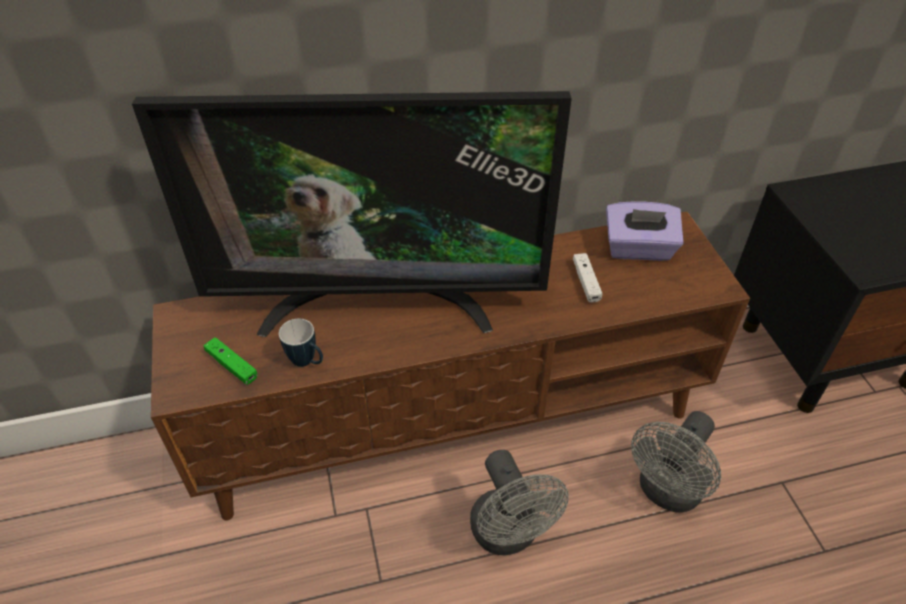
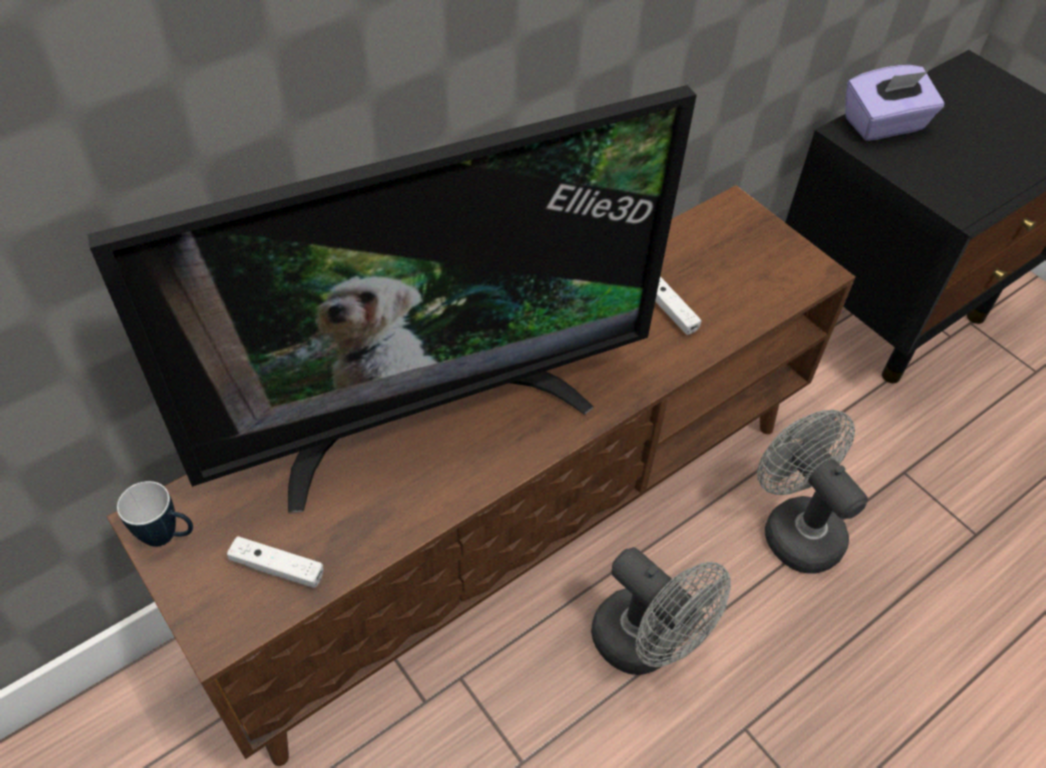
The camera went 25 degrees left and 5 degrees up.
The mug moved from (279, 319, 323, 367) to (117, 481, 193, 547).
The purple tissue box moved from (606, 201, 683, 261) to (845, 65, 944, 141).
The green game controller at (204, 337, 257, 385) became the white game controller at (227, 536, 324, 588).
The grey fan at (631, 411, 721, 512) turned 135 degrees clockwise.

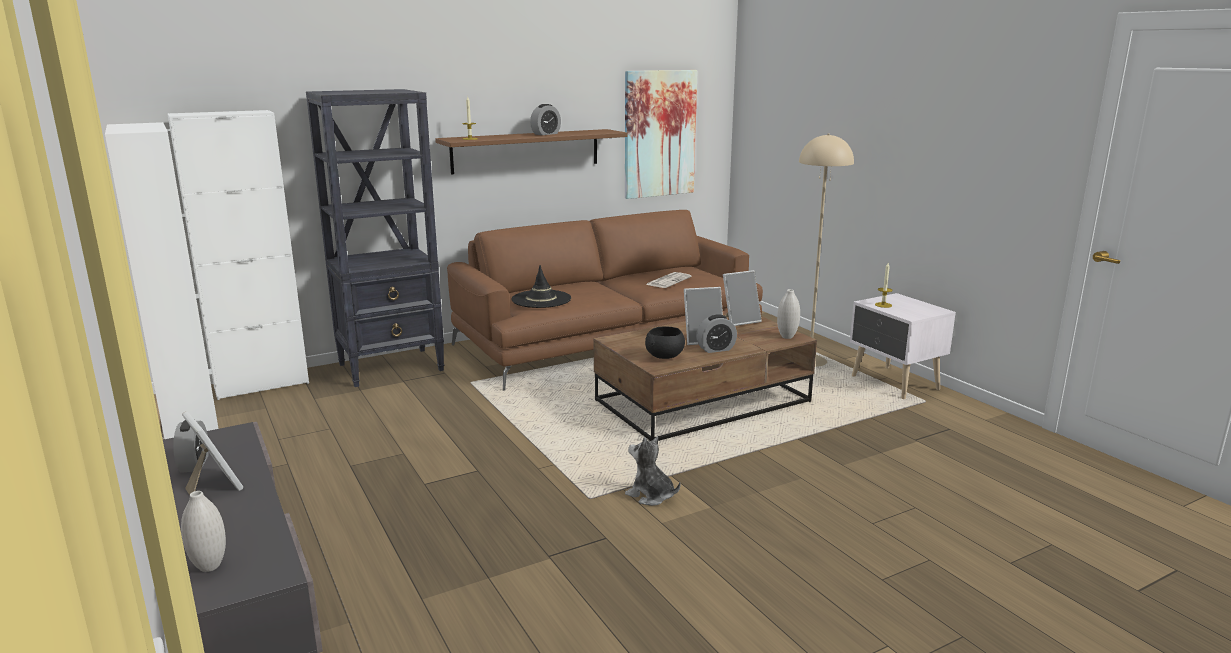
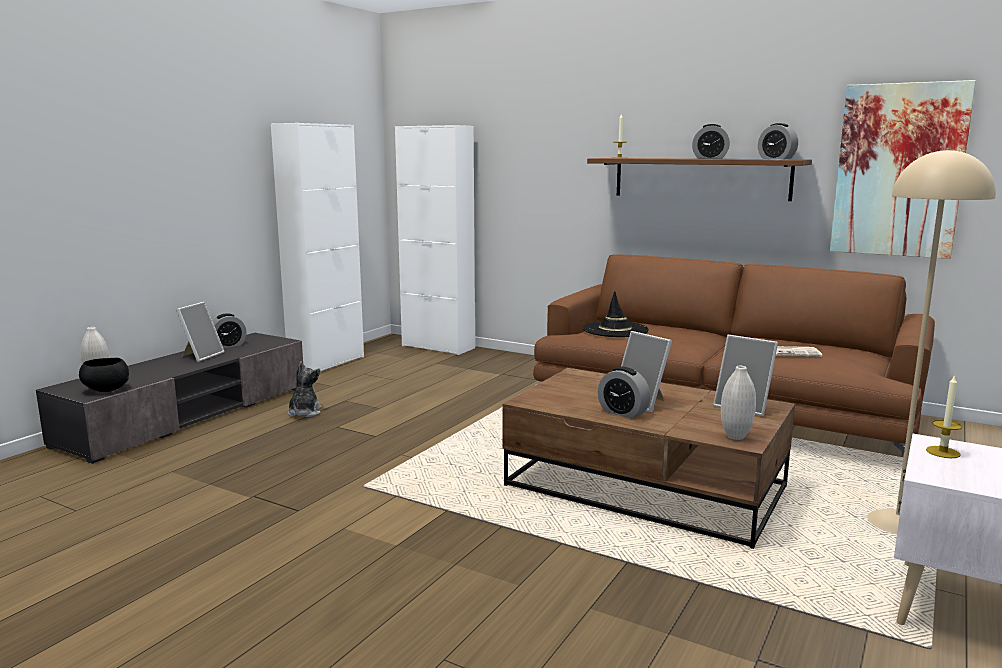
The camera went 60 degrees right and 5 degrees down.
The black bookcase at (306, 89, 445, 387) disappeared.
The alarm clock at (758, 123, 798, 159) appeared.
The plush toy moved from (625, 436, 681, 506) to (287, 361, 322, 417).
The black bowl moved from (645, 327, 685, 359) to (79, 358, 129, 392).

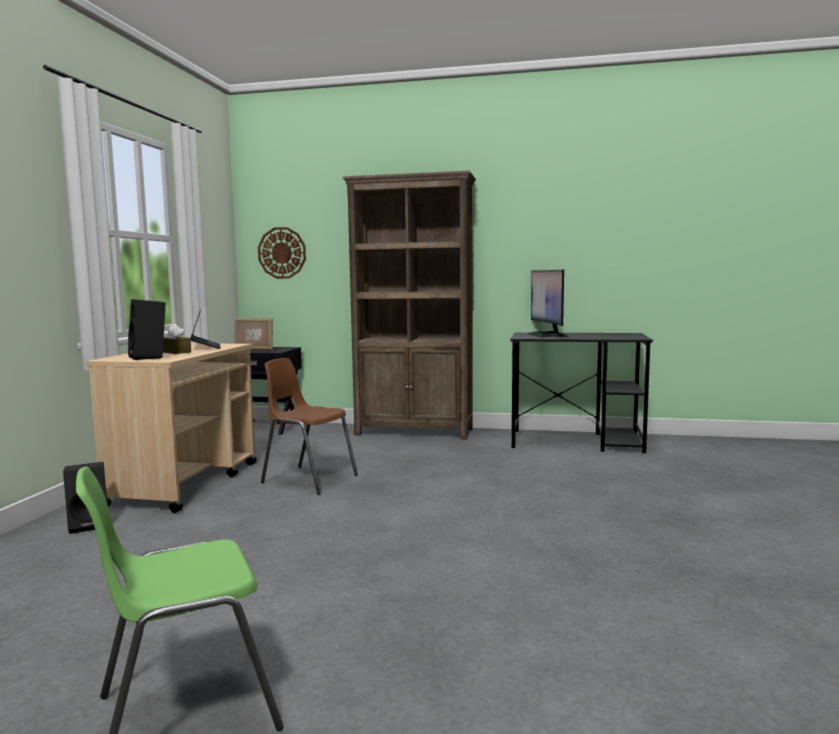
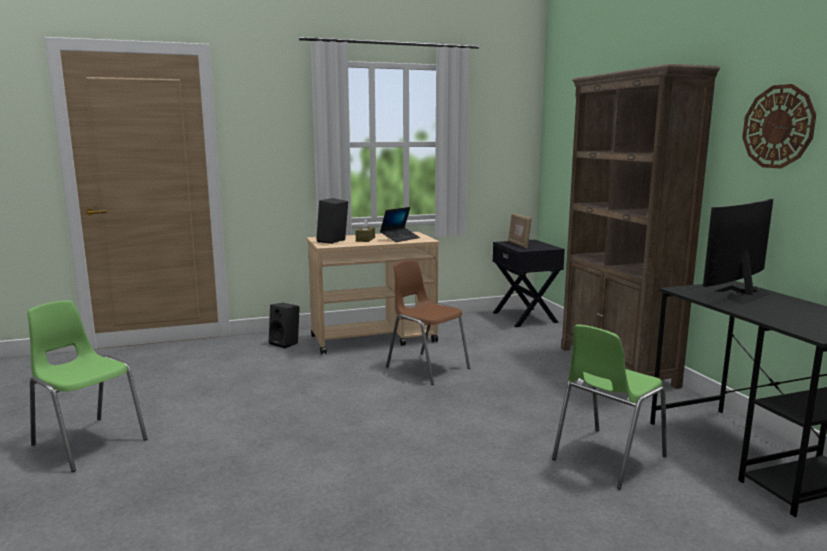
The camera went 60 degrees right and 5 degrees up.
The green chair at (552, 324, 667, 489) appeared.
The wall clock moved from (258, 227, 306, 279) to (742, 84, 816, 169).
The brown chair at (261, 358, 358, 495) turned 45 degrees counterclockwise.

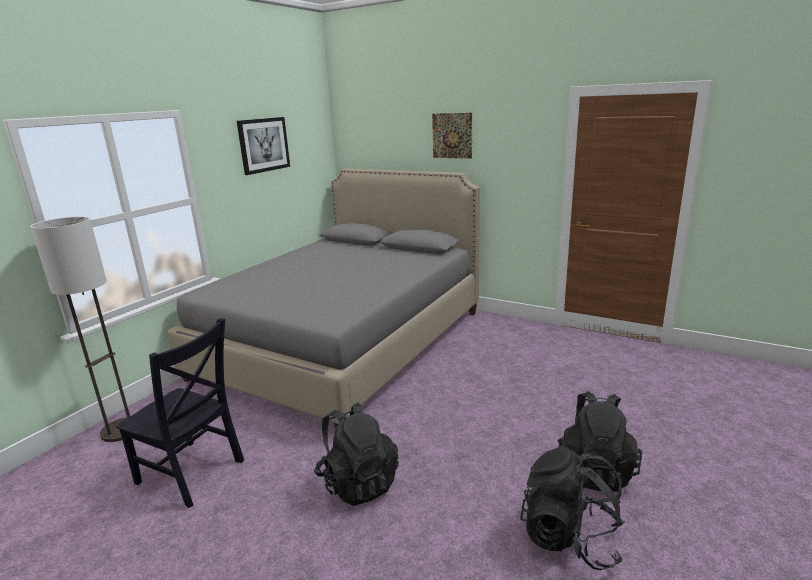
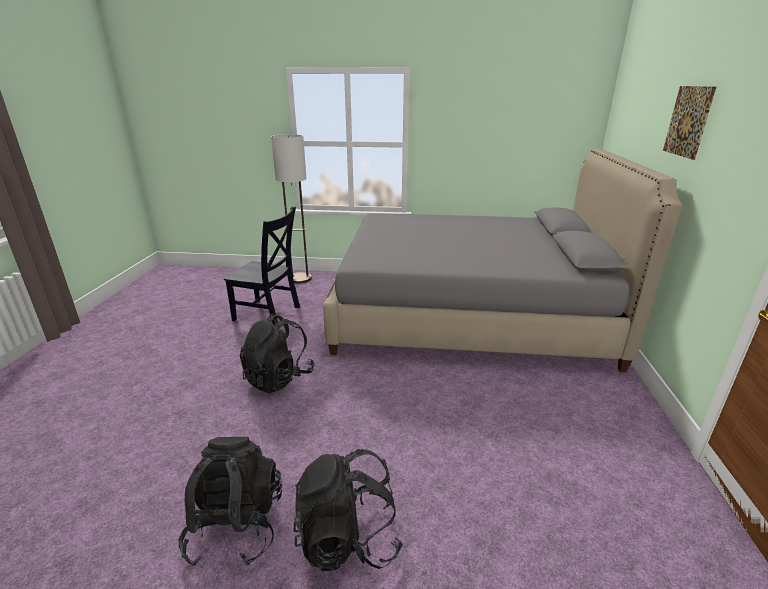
The camera went 65 degrees right and 5 degrees up.
The picture at (237, 117, 290, 175) disappeared.
The black chair at (116, 318, 244, 508) turned 75 degrees counterclockwise.

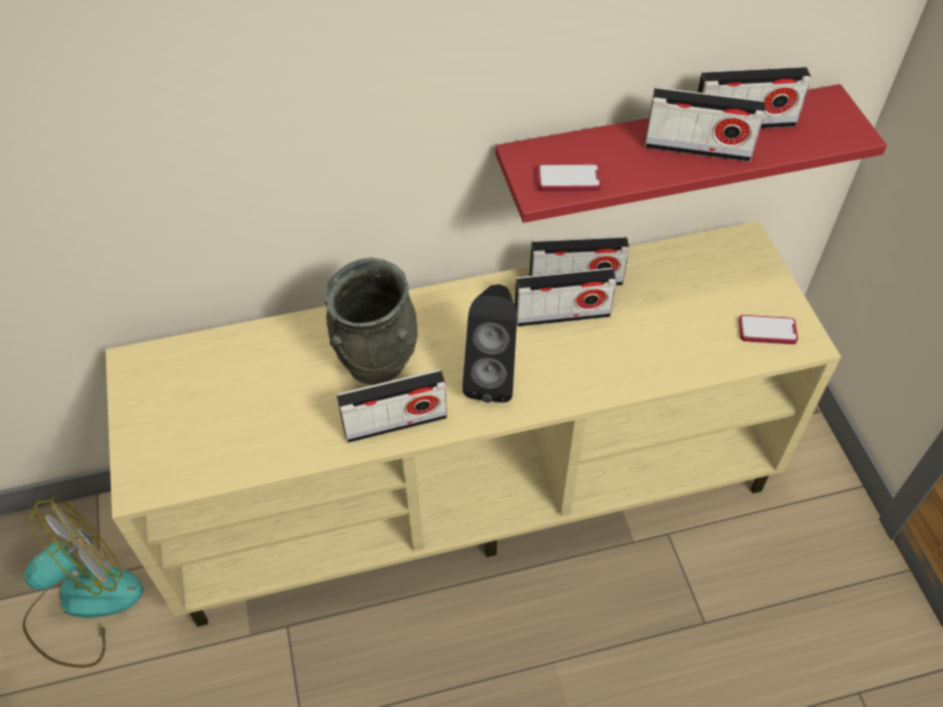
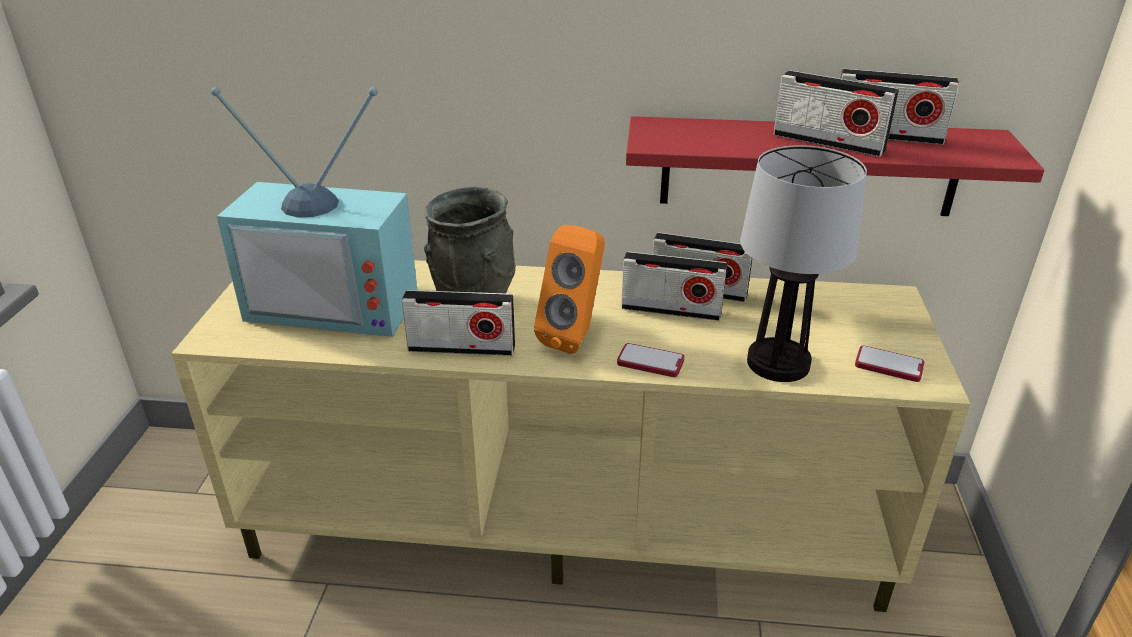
The camera went 20 degrees right and 20 degrees down.
The fan at (23, 497, 143, 668) disappeared.
The television at (211, 87, 417, 337) appeared.
The table lamp at (740, 145, 867, 382) appeared.
The phone moved from (537, 164, 602, 192) to (617, 343, 684, 377).
The black speaker at (462, 284, 517, 403) became the orange speaker at (534, 225, 605, 354).

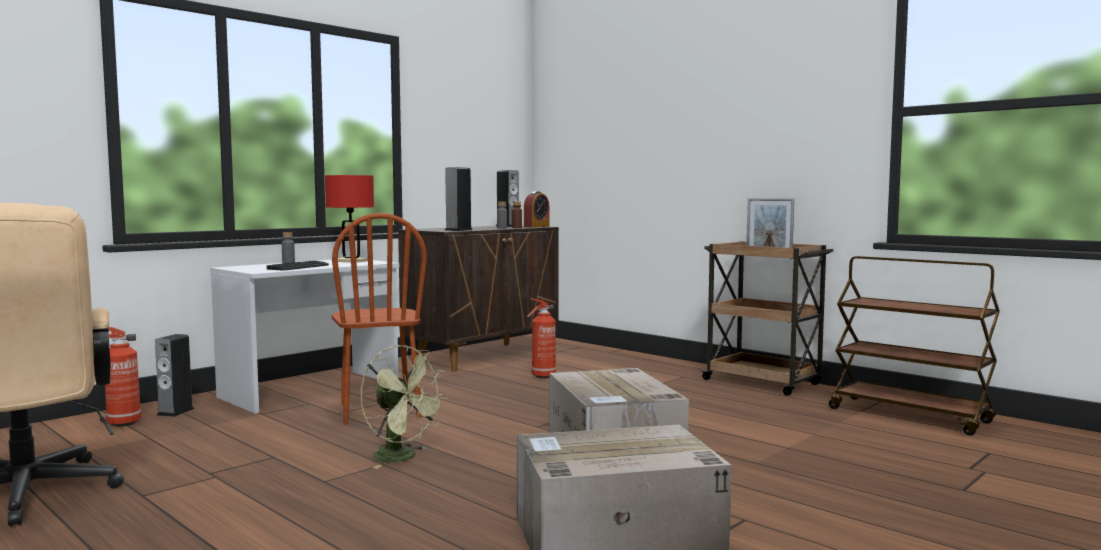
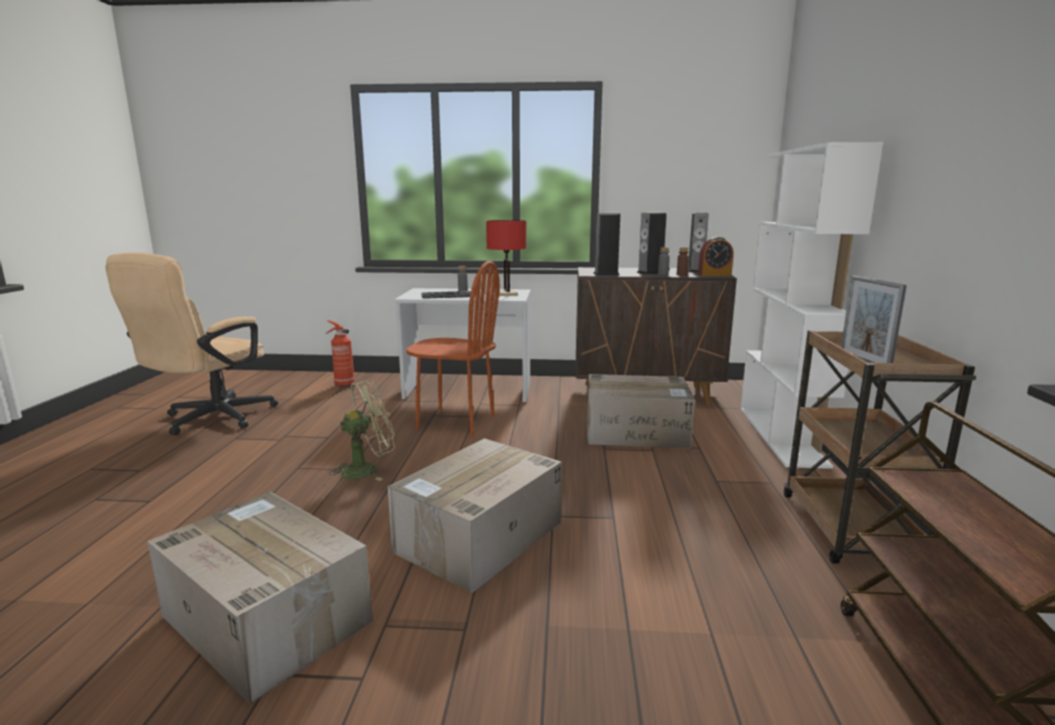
The camera went 50 degrees right and 10 degrees up.
The white bookcase at (740, 142, 883, 469) appeared.
The speaker moved from (155, 334, 195, 417) to (637, 212, 667, 275).
The fire extinguisher at (527, 298, 556, 378) was replaced by the cardboard box at (587, 374, 695, 449).
The brown chair at (332, 213, 427, 424) turned 105 degrees counterclockwise.
The green fan at (361, 345, 448, 469) turned 120 degrees counterclockwise.

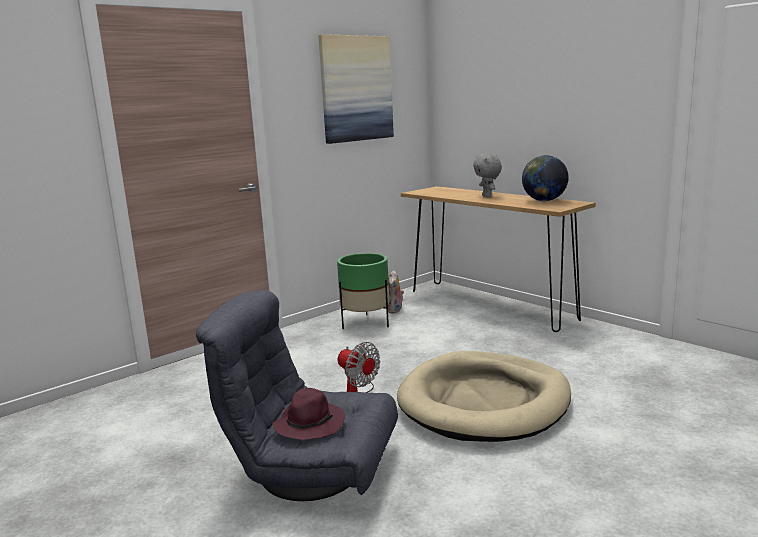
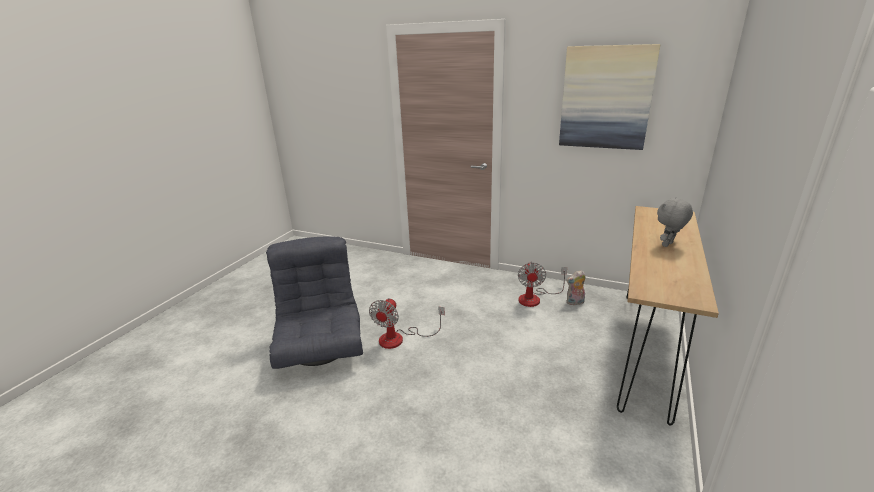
The camera went 65 degrees right and 10 degrees up.
The purple hat at (272, 388, 345, 440) disappeared.
The beige dog bed at (397, 351, 571, 442) disappeared.
The globe at (522, 155, 569, 201) disappeared.
The green planter at (337, 253, 390, 329) was replaced by the fan at (518, 262, 567, 307).

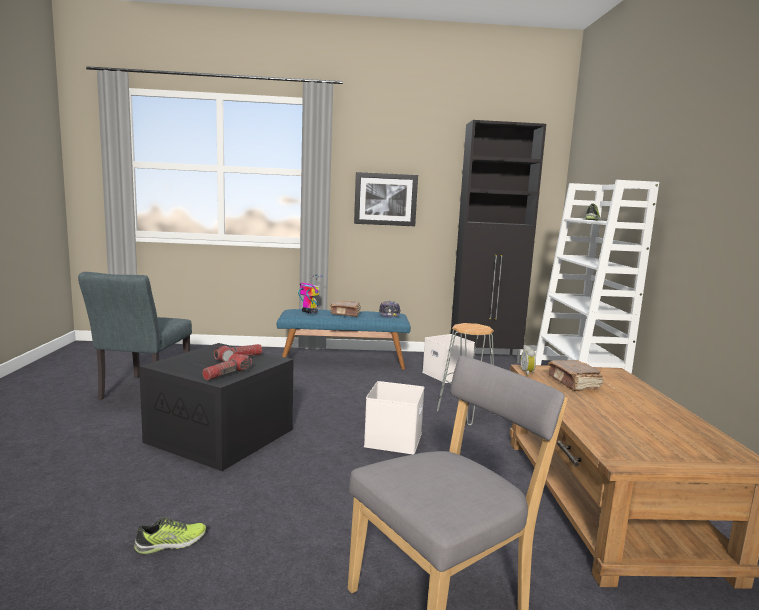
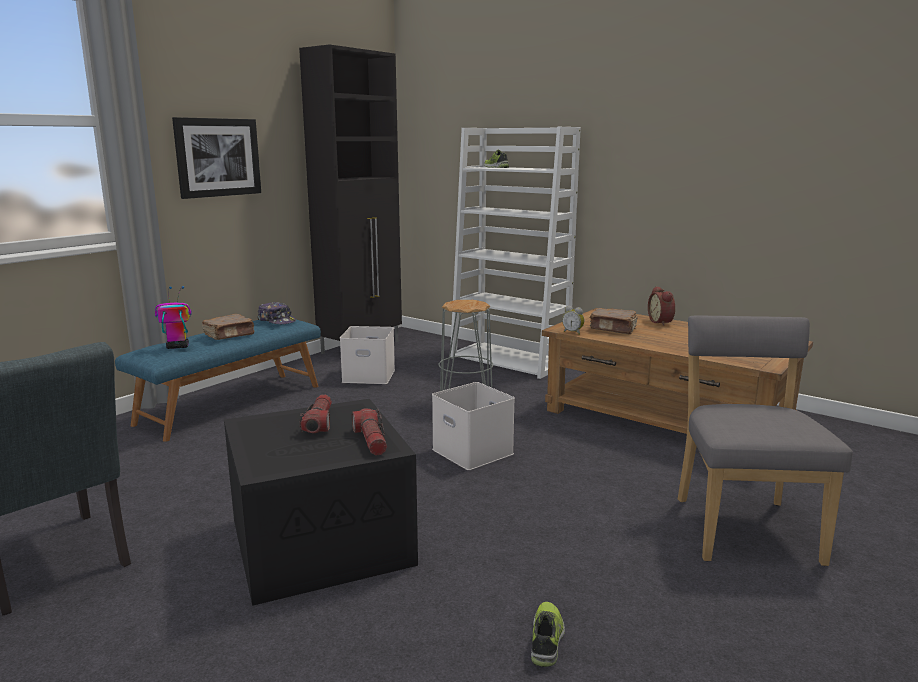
The camera went 50 degrees left and 5 degrees up.
The alarm clock at (648, 286, 675, 326) appeared.

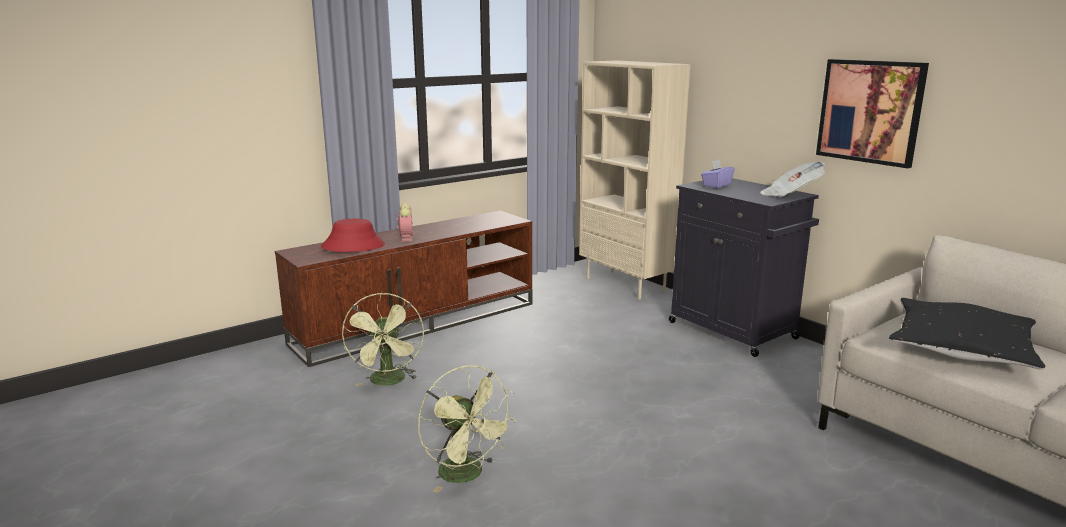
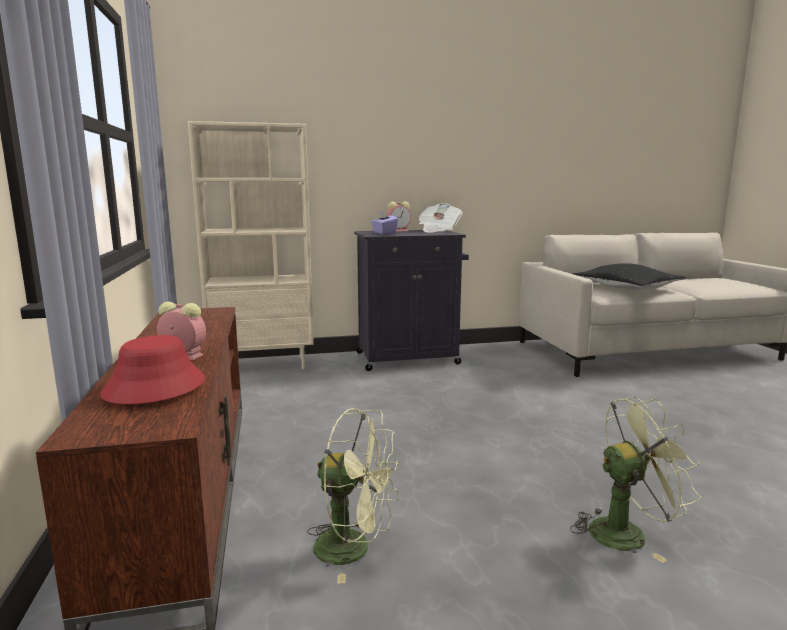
The camera went 65 degrees left and 5 degrees down.
The picture at (816, 59, 929, 168) disappeared.
The alarm clock at (386, 201, 411, 232) appeared.

